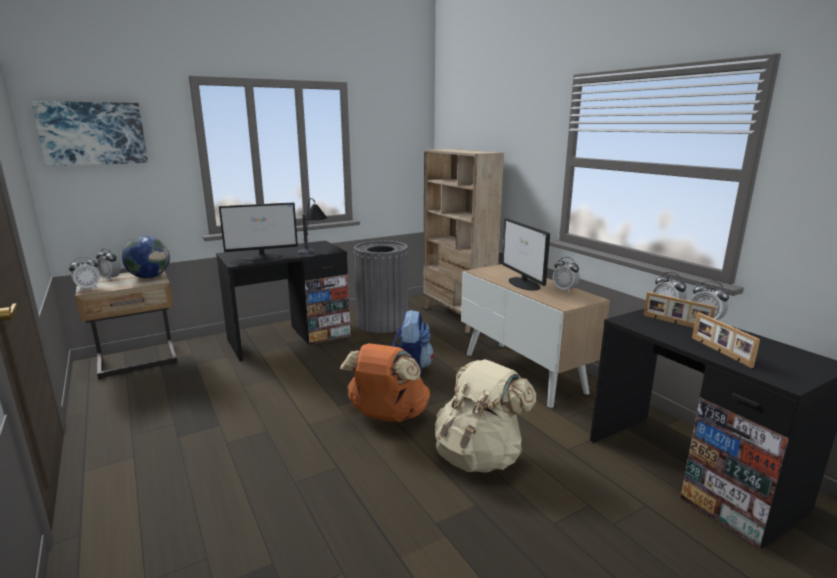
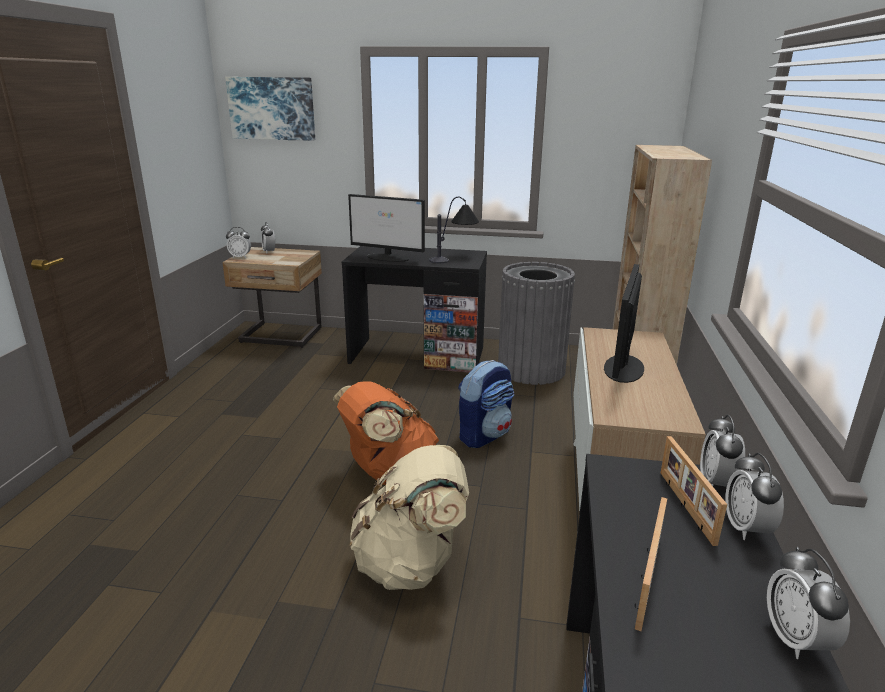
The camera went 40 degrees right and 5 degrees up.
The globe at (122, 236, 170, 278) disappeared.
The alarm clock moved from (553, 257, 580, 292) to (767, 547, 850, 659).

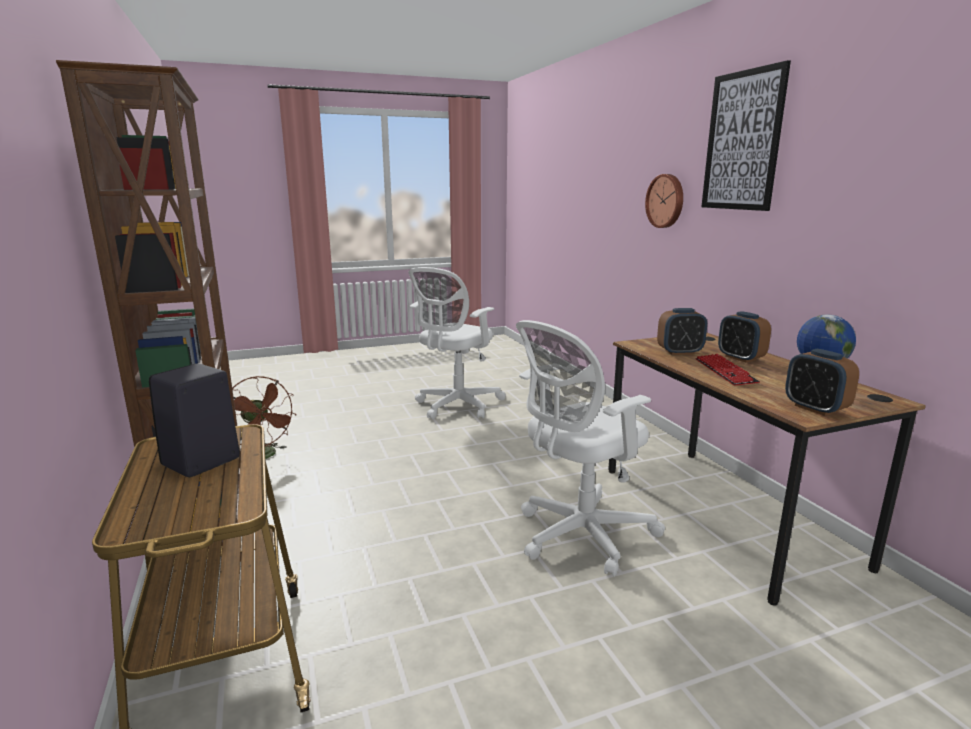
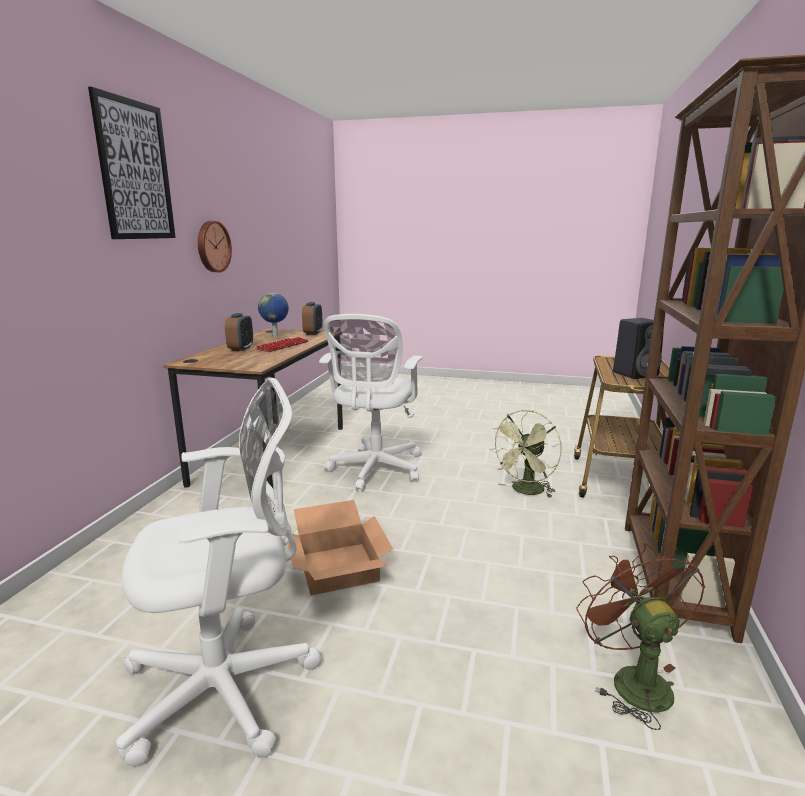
The camera went 145 degrees left and 0 degrees up.
The alarm clock at (657, 308, 707, 355) disappeared.
The cardboard box at (285, 500, 393, 595) appeared.
The green fan at (490, 410, 562, 498) appeared.
The wall clock moved from (645, 174, 683, 228) to (198, 221, 232, 272).
The white office chair at (516, 320, 665, 577) turned 105 degrees clockwise.

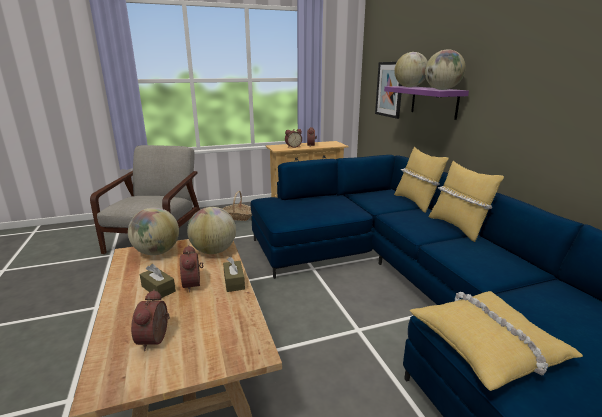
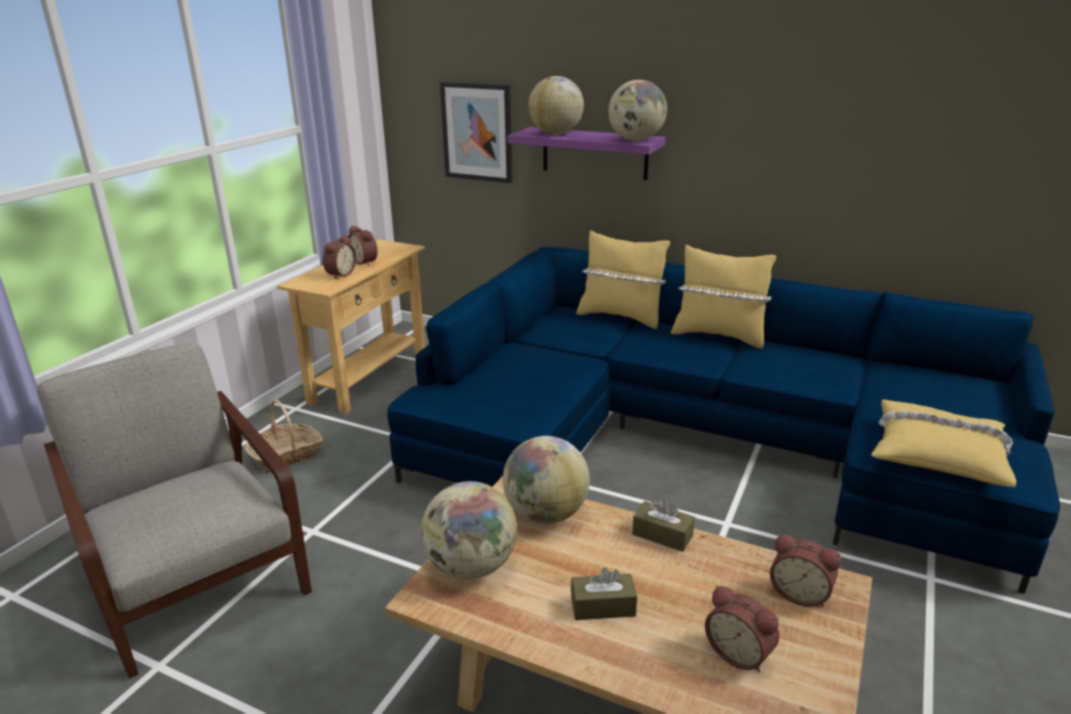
The camera went 45 degrees left and 5 degrees up.
The alarm clock moved from (180, 245, 204, 292) to (770, 534, 841, 607).

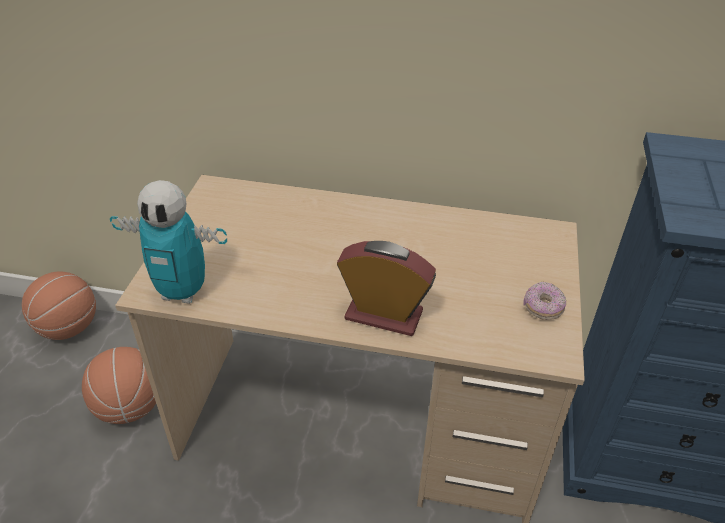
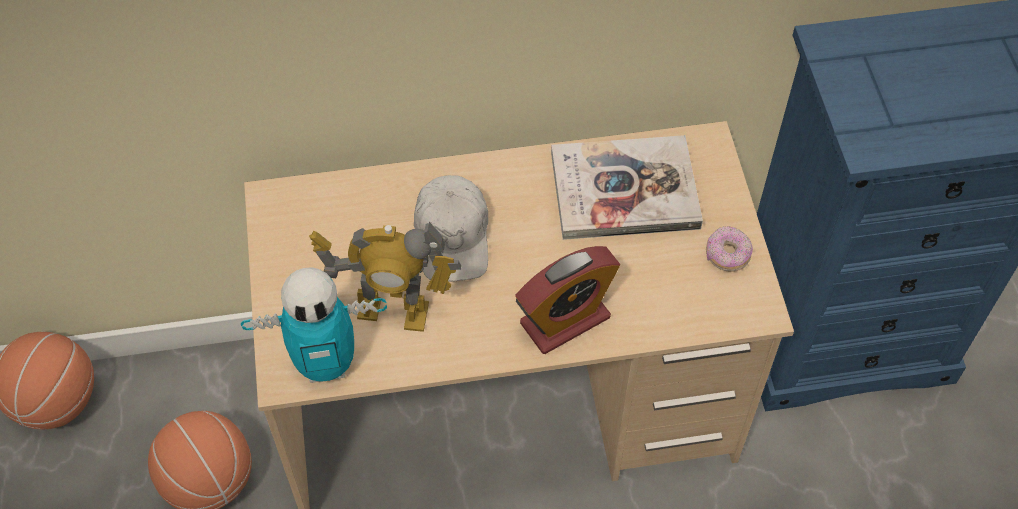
The camera went 20 degrees left and 15 degrees up.
The toy robot at (309, 222, 461, 332) appeared.
The white cap at (414, 175, 488, 282) appeared.
The book at (551, 135, 703, 240) appeared.
The alarm clock at (337, 241, 436, 336) turned 150 degrees clockwise.

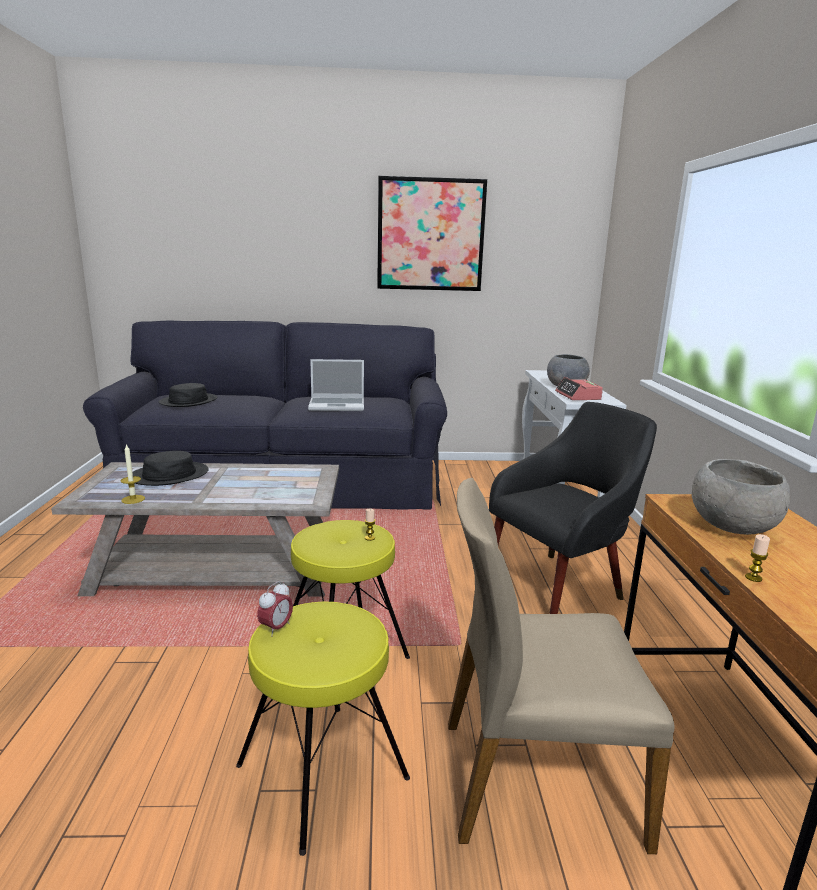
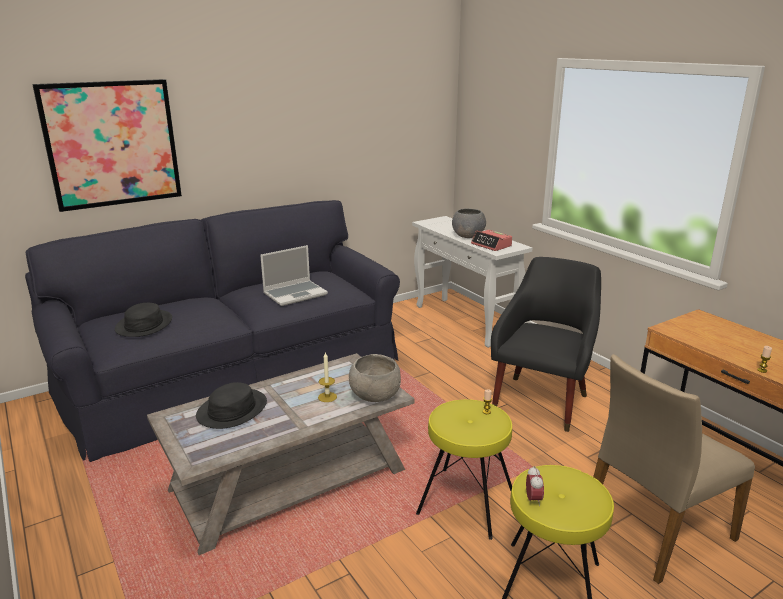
The camera went 30 degrees left and 5 degrees up.
The candle moved from (121, 444, 145, 504) to (318, 352, 337, 402).
The picture moved from (377, 176, 487, 291) to (32, 79, 182, 212).
The grey bowl moved from (692, 459, 790, 535) to (349, 354, 401, 402).

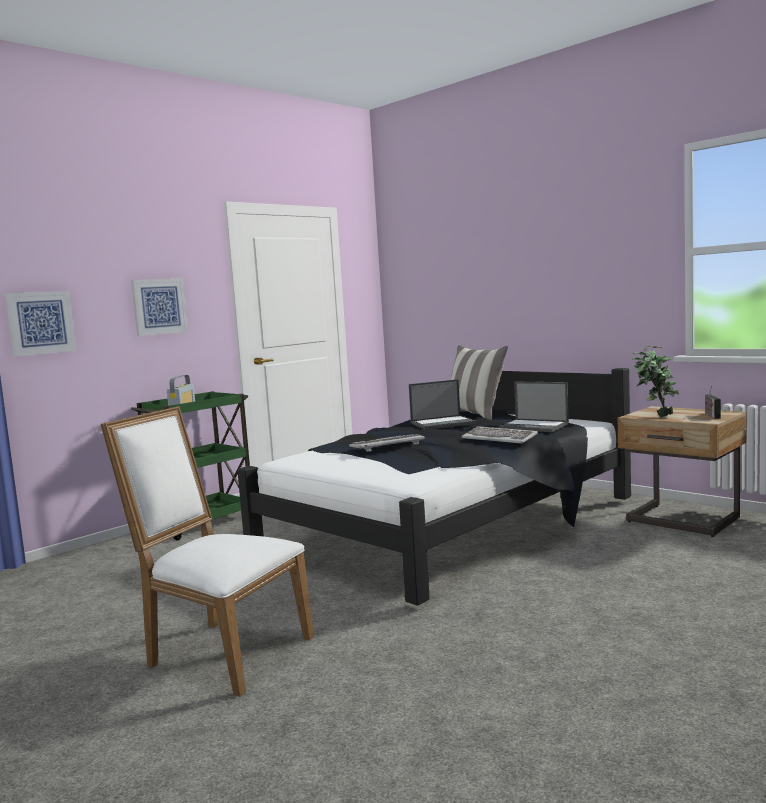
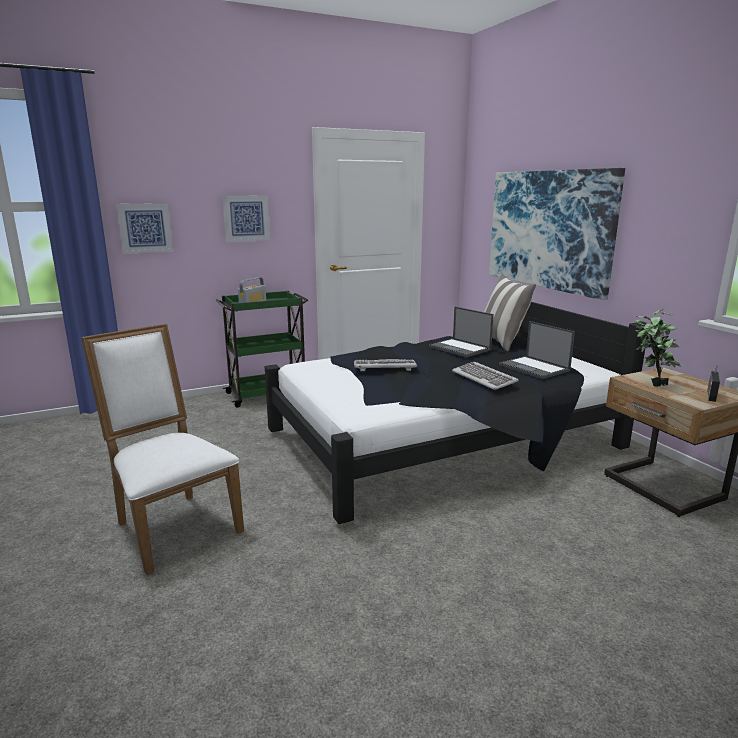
The camera went 20 degrees right and 10 degrees up.
The picture at (489, 168, 625, 300) appeared.
The laptop at (409, 379, 477, 430) turned 45 degrees clockwise.

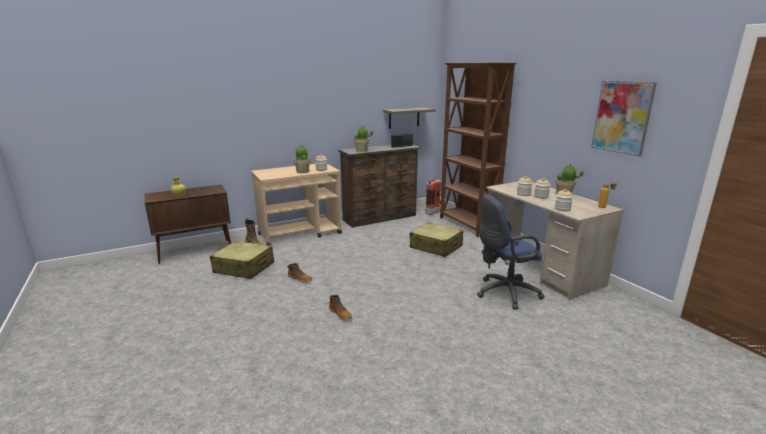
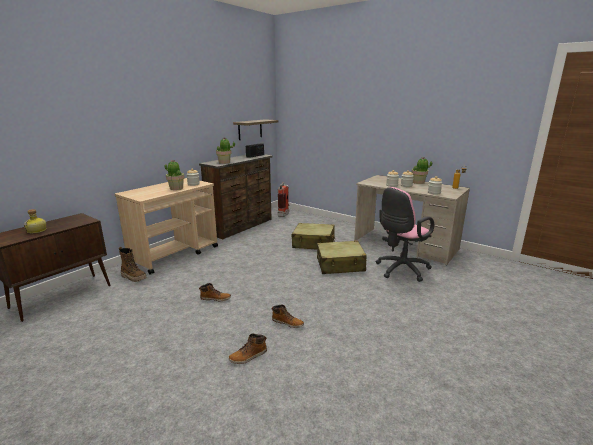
The camera went 25 degrees left and 0 degrees up.
The brown bookcase at (440, 63, 517, 237) disappeared.
The picture at (591, 81, 657, 157) disappeared.
The boot at (228, 333, 267, 364) appeared.
The beige suitcase moved from (210, 241, 274, 279) to (317, 240, 367, 274).
The blue office chair at (477, 195, 544, 310) became the pink office chair at (376, 187, 434, 282).

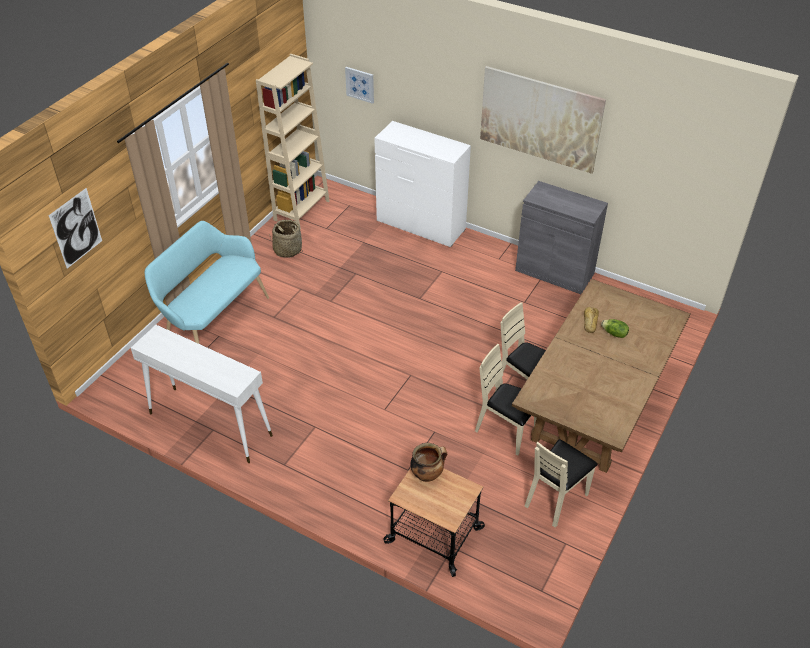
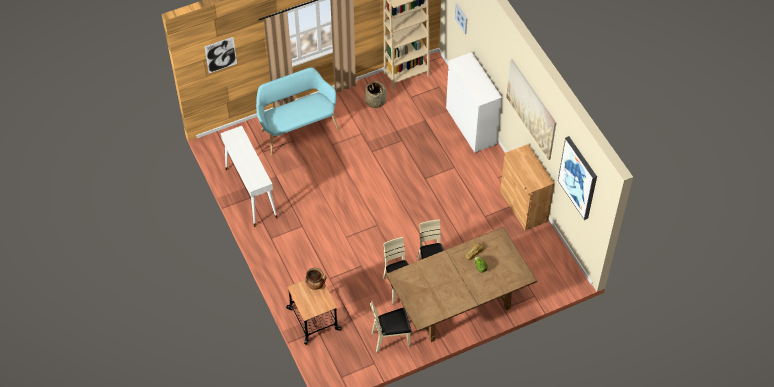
The camera went 35 degrees right and 10 degrees up.
The picture at (558, 136, 597, 220) appeared.
The grey cabinet at (515, 181, 608, 294) became the brown cabinet at (500, 144, 555, 231).

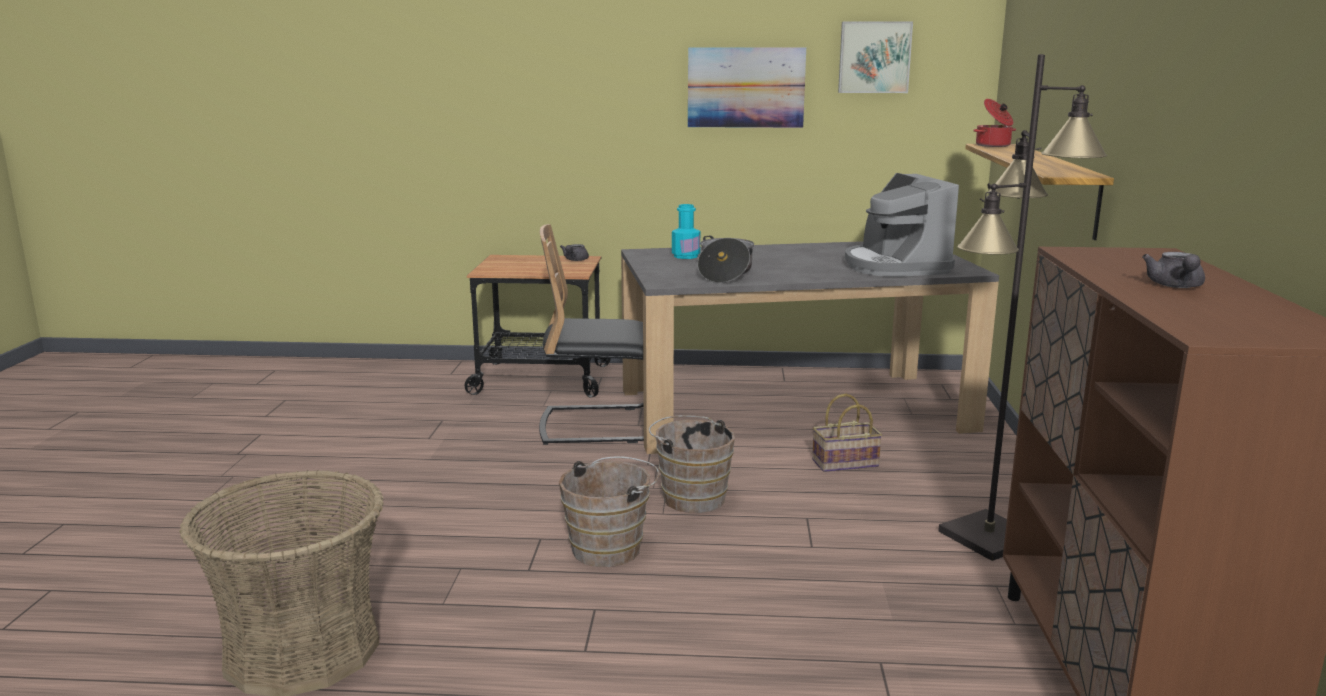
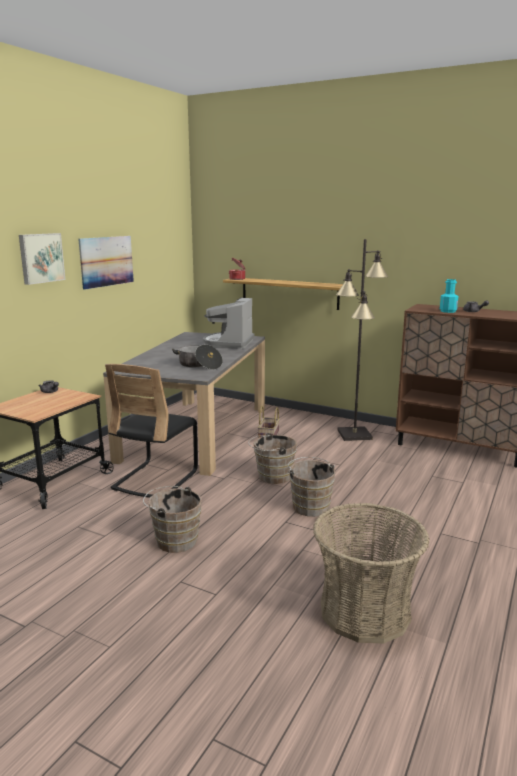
The camera went 65 degrees left and 0 degrees up.
The brown bucket at (143, 486, 202, 553) appeared.
The turquoise bottle moved from (672, 204, 700, 259) to (440, 279, 458, 313).
The picture moved from (838, 21, 913, 93) to (19, 233, 65, 285).
The coffee machine at (845, 173, 959, 277) turned 90 degrees clockwise.

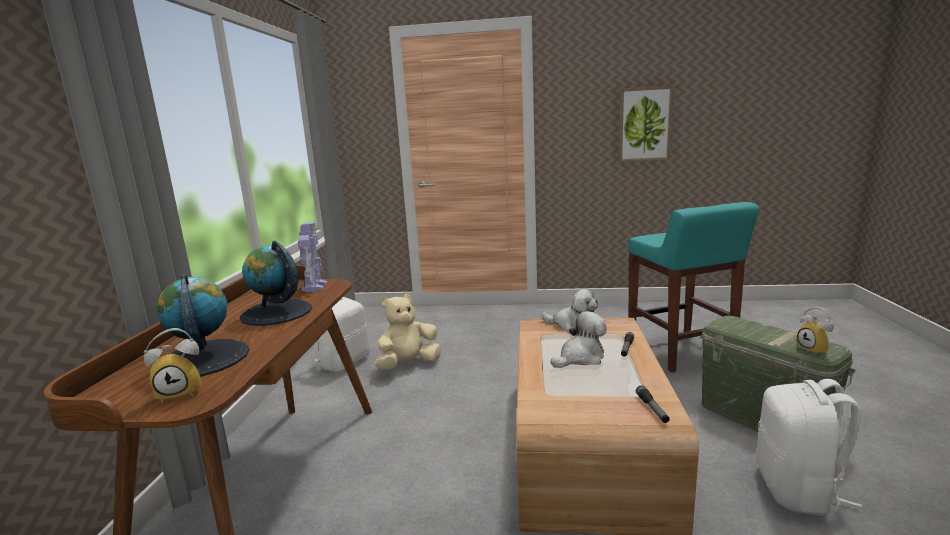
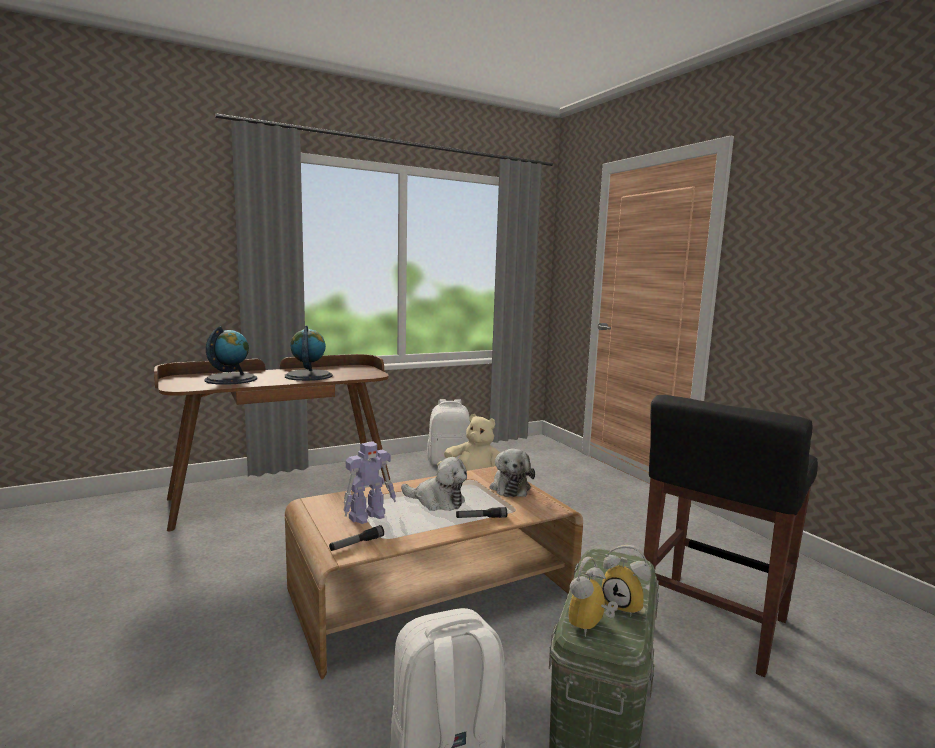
The camera went 55 degrees right and 5 degrees down.
The picture at (619, 85, 673, 162) disappeared.
The alarm clock moved from (144, 328, 202, 403) to (602, 545, 651, 617).
The toy robot moved from (298, 222, 327, 292) to (343, 442, 396, 524).
The turquoise stool at (628, 202, 760, 372) became the black stool at (643, 395, 818, 677).

